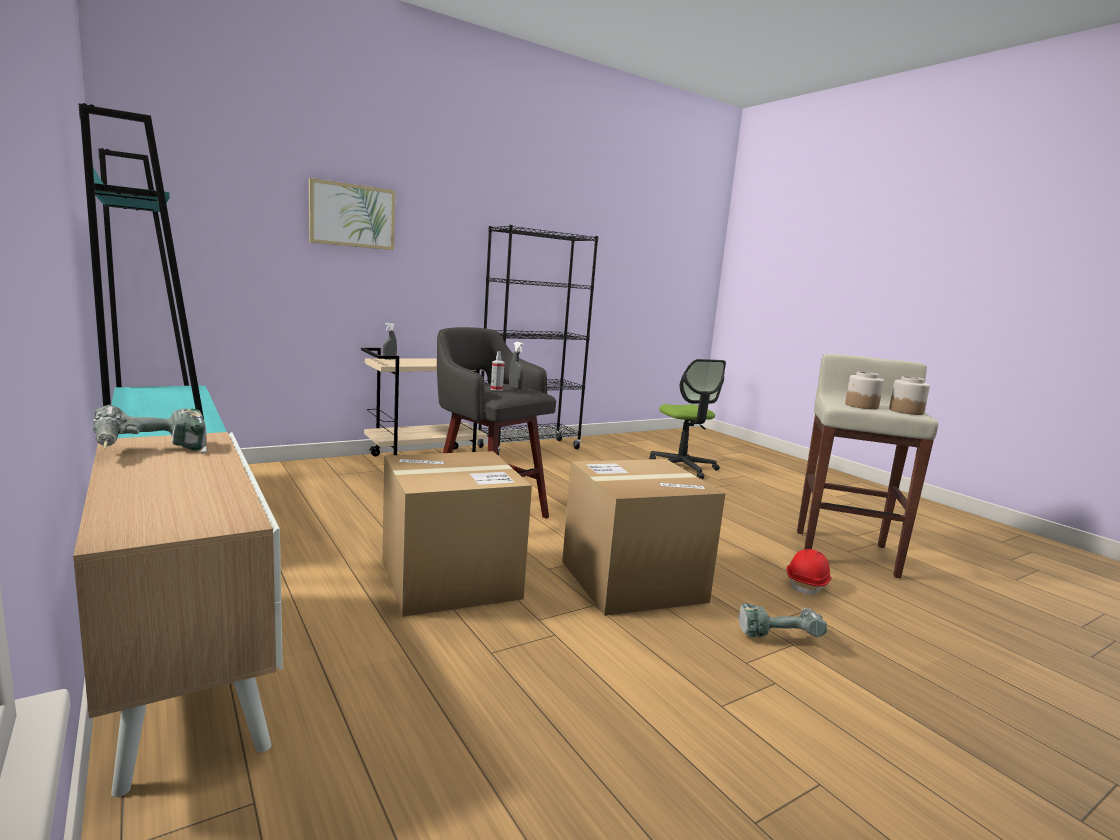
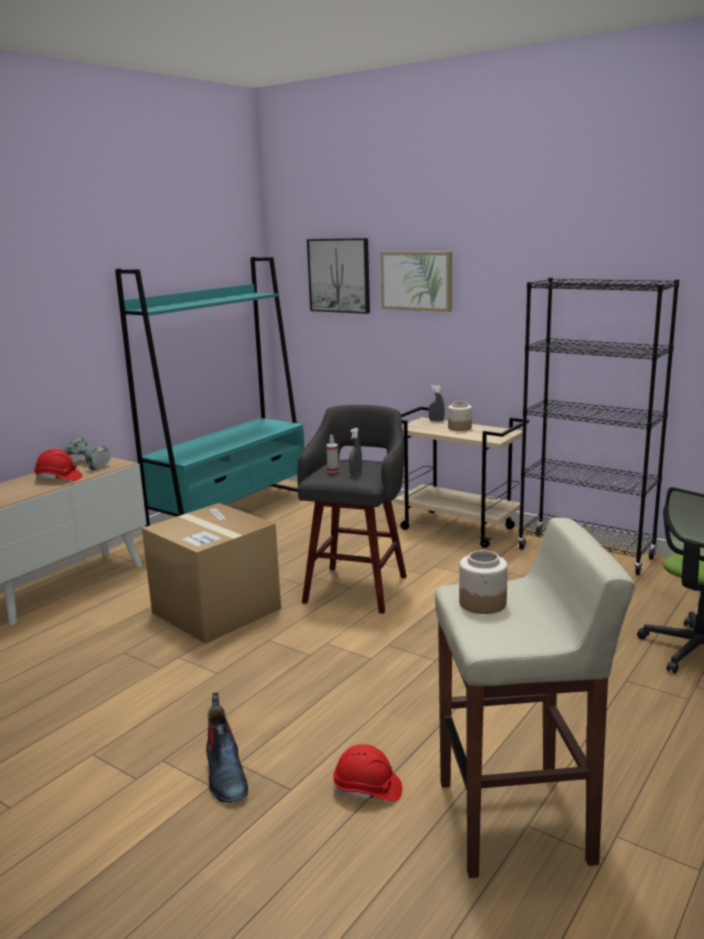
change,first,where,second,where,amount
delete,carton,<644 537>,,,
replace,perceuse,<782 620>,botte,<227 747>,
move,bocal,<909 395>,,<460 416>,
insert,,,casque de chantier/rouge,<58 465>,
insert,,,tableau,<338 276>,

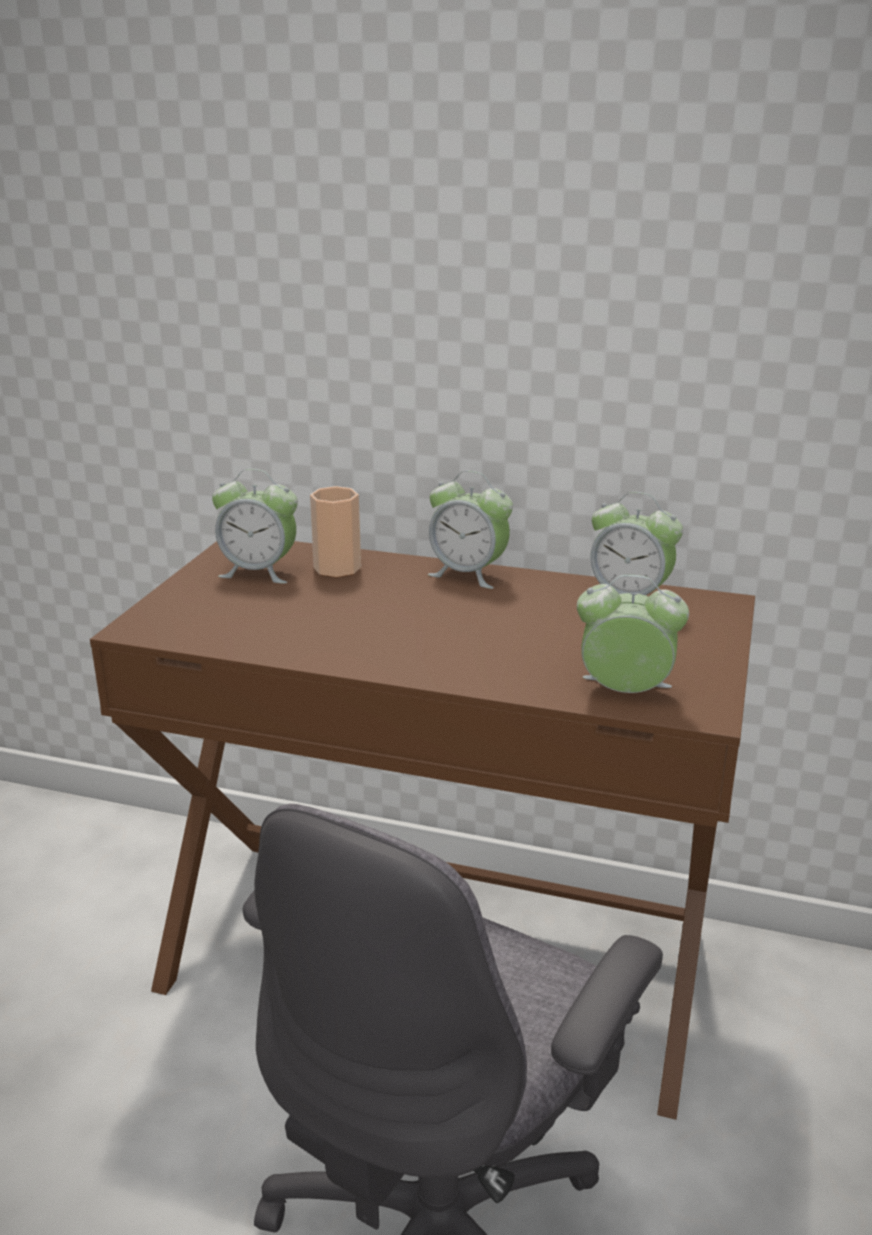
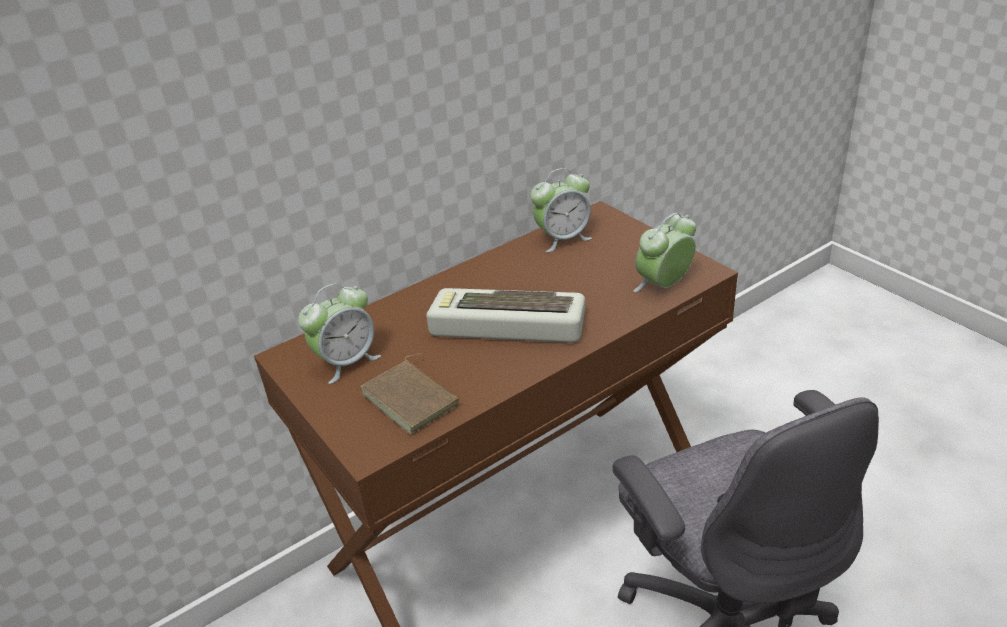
change,first,where,second,where,amount
delete,tasse,<335 531>,,,
delete,réveil,<470 530>,,,
insert,,,livre/marron,<410 394>,
insert,,,clavier,<505 315>,

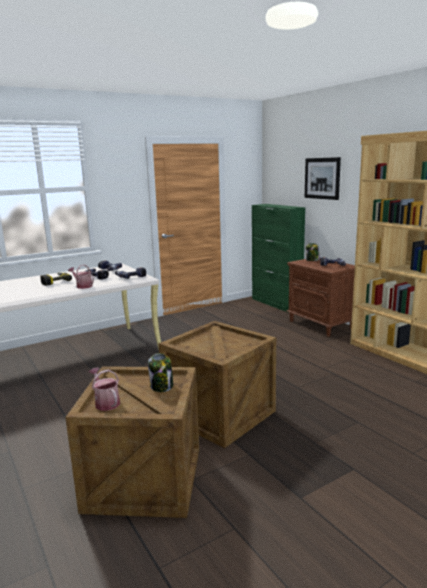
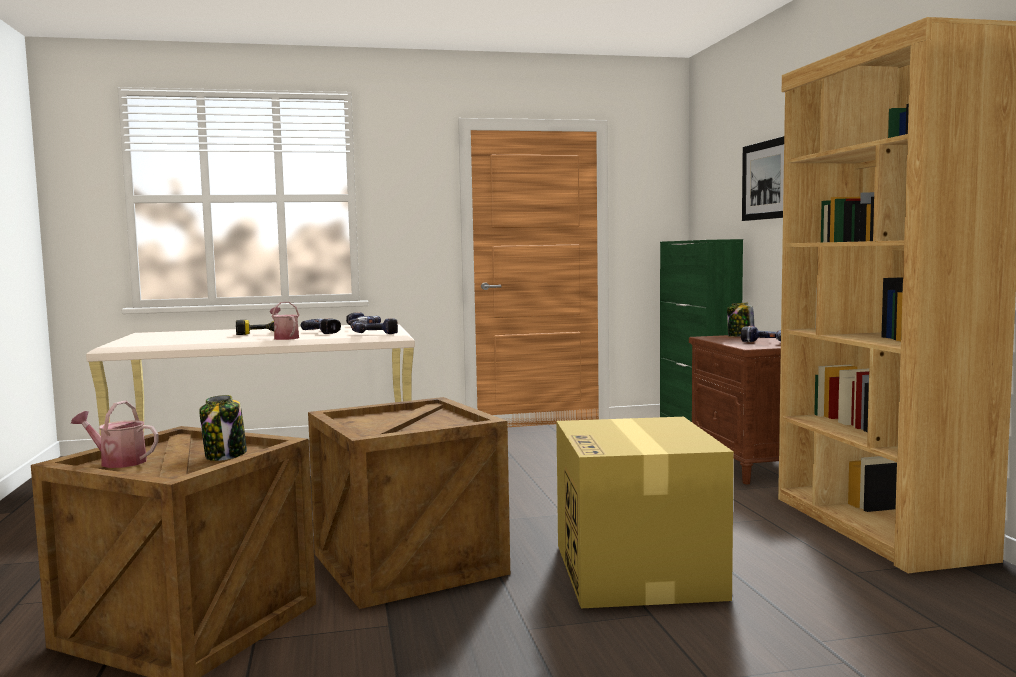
change,first,where,second,where,amount
rotate,arrosoir,<104 389>,,<114 434>,60 degrees counterclockwise
insert,,,carton,<645 512>,

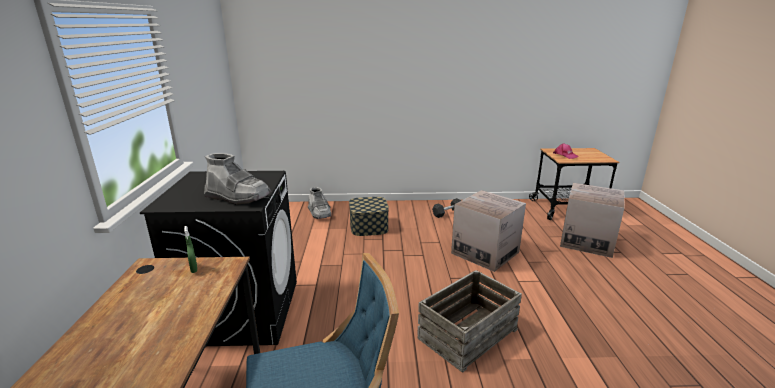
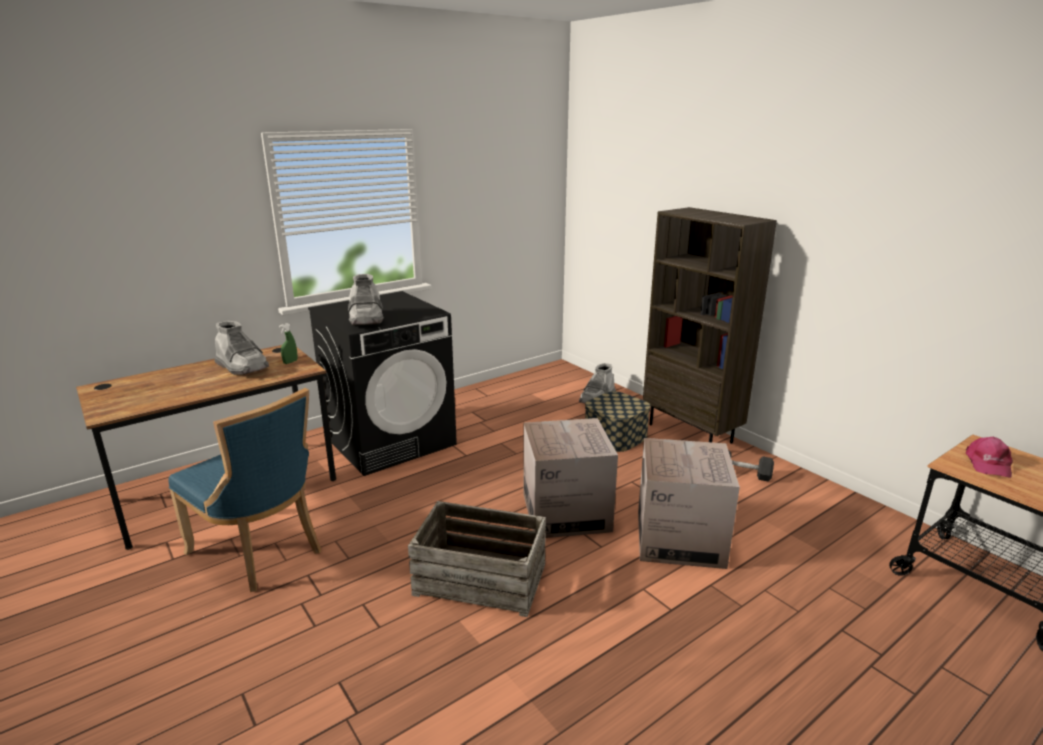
change,first,where,second,where,amount
move,carton,<592 220>,,<571 478>,
insert,,,botte/gris,<241 348>,
insert,,,bibliothèque/marron,<710 325>,

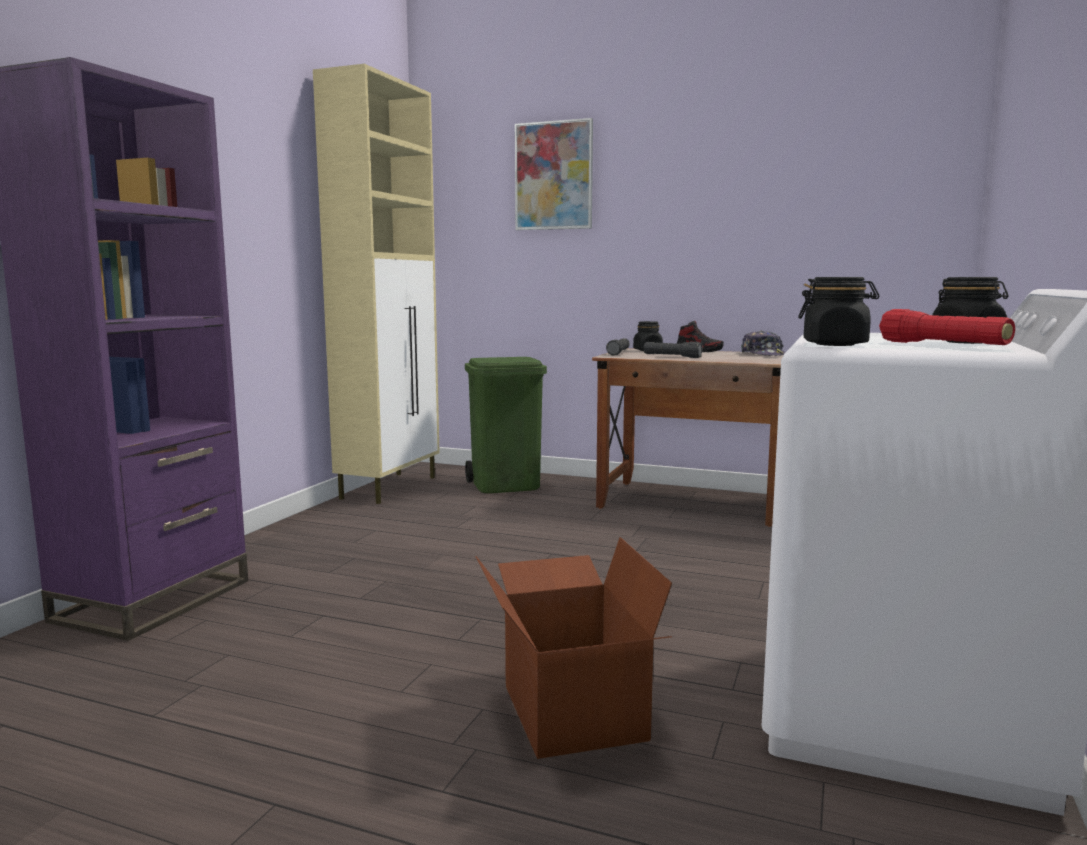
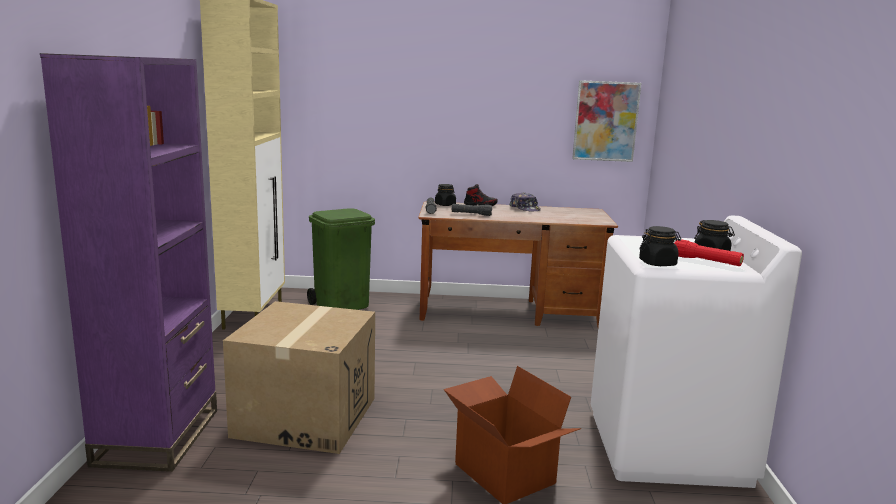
change,first,where,second,where,amount
move,tableau,<554 174>,,<606 121>,
insert,,,carton,<299 377>,

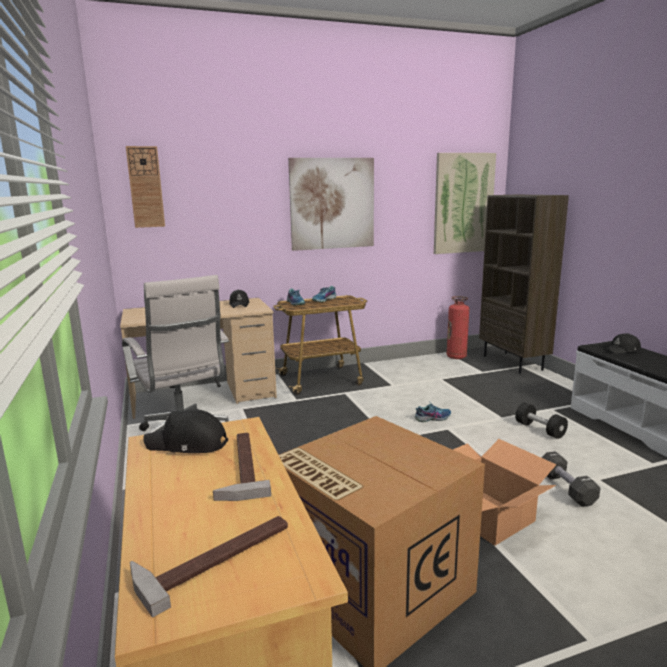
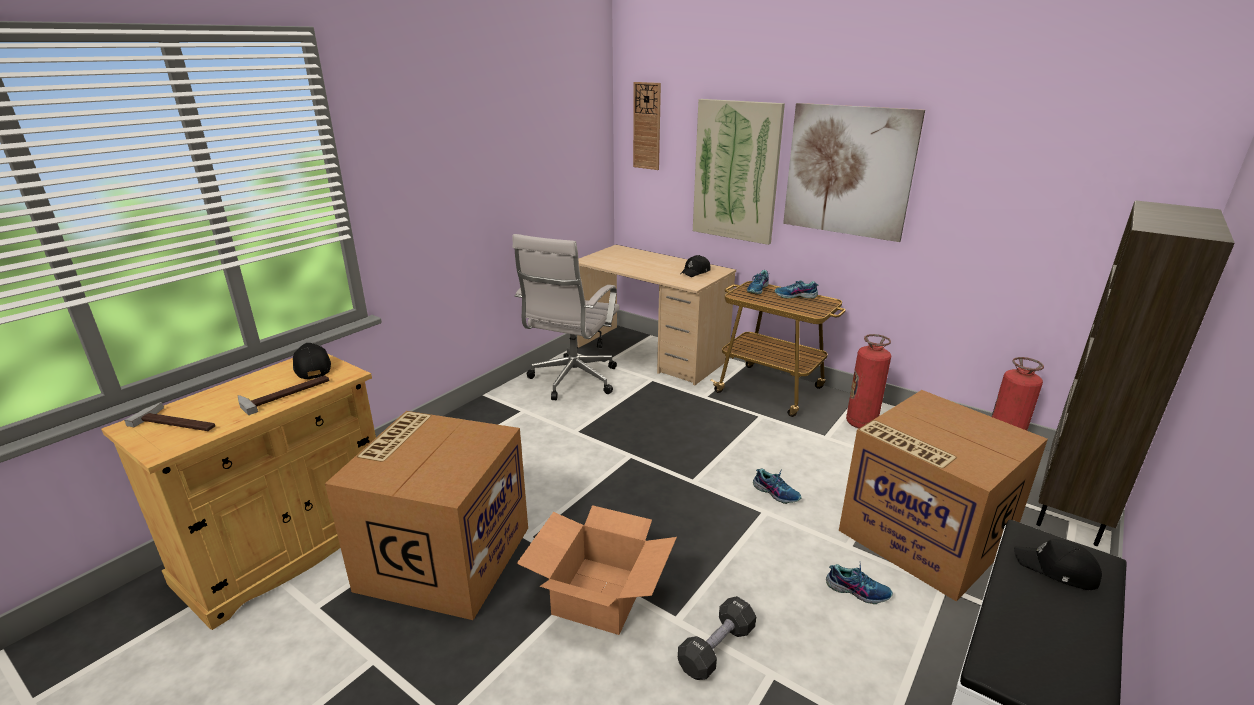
change,first,where,second,where,amount
move,tableau,<465 203>,,<739 172>,
replace,haltère/noir,<541 421>,chaussure,<859 584>,
insert,,,carton,<943 496>,
insert,,,extincteur,<868 381>,

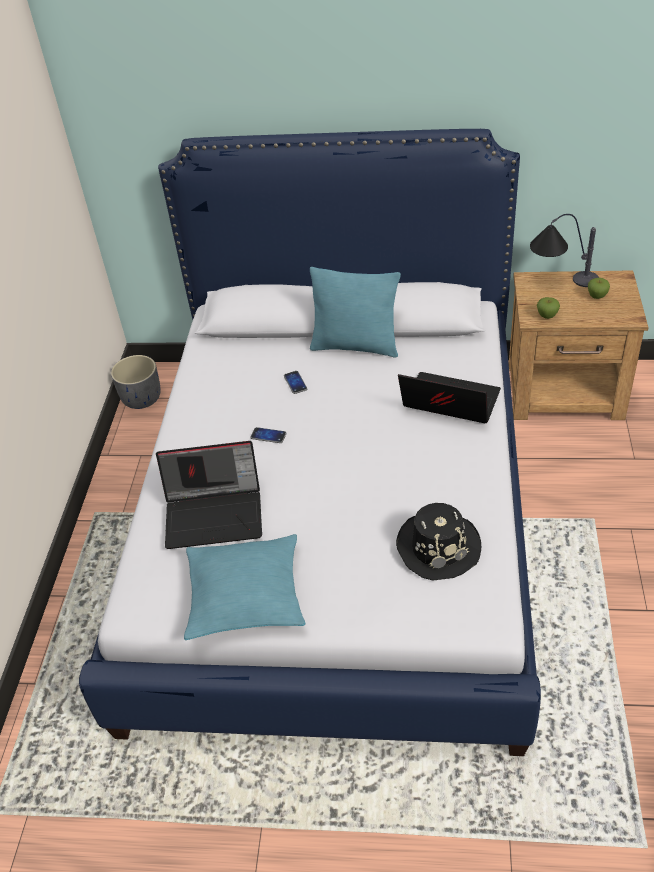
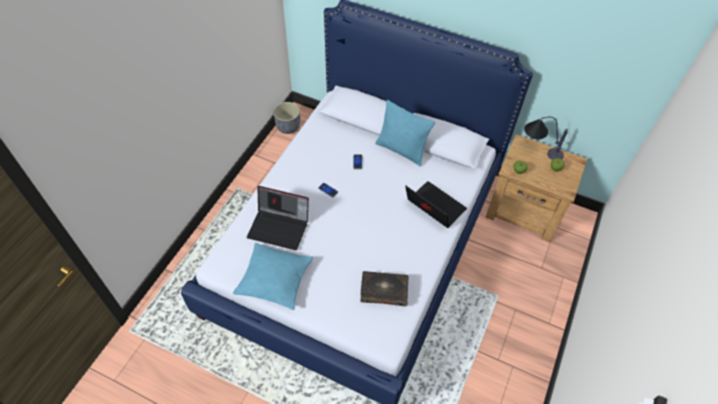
change,first,where,second,where,amount
replace,chapeau/noir,<438 541>,livre,<384 288>,

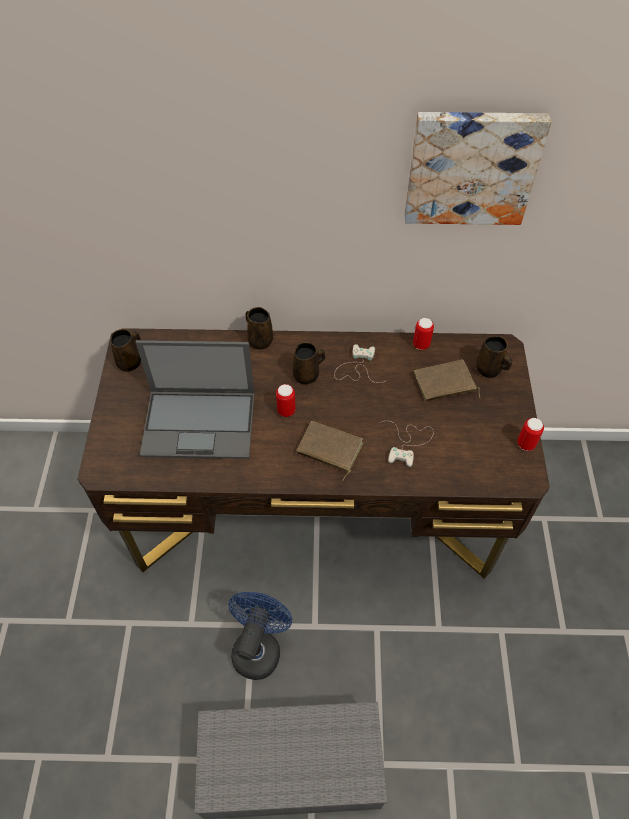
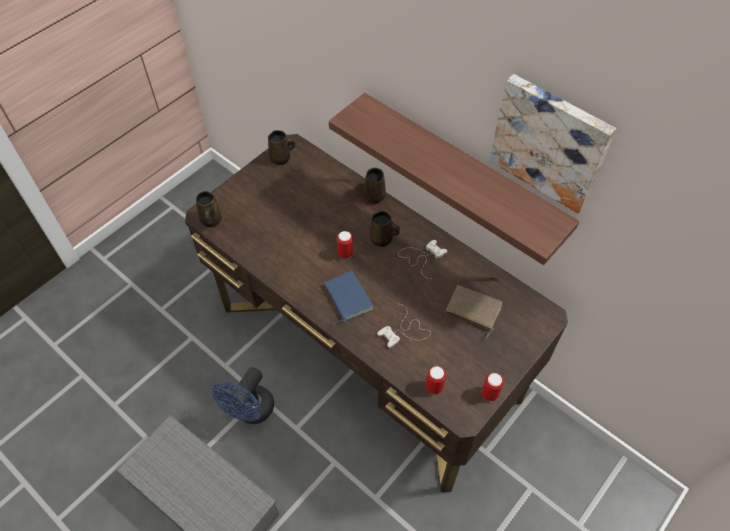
change,first,where,second,where,amount
delete,ordinateur portable,<195 399>,,,
rotate,ventilateur/bleu,<260 636>,,<243 395>,150 degrees clockwise
recolor,livre/marron,<330 451>,livre/bleu,<349 297>,
move,boîte métallique,<423 334>,,<436 380>,
move,mug/marron,<494 357>,,<209 209>,
insert,,,étagère,<454 179>,

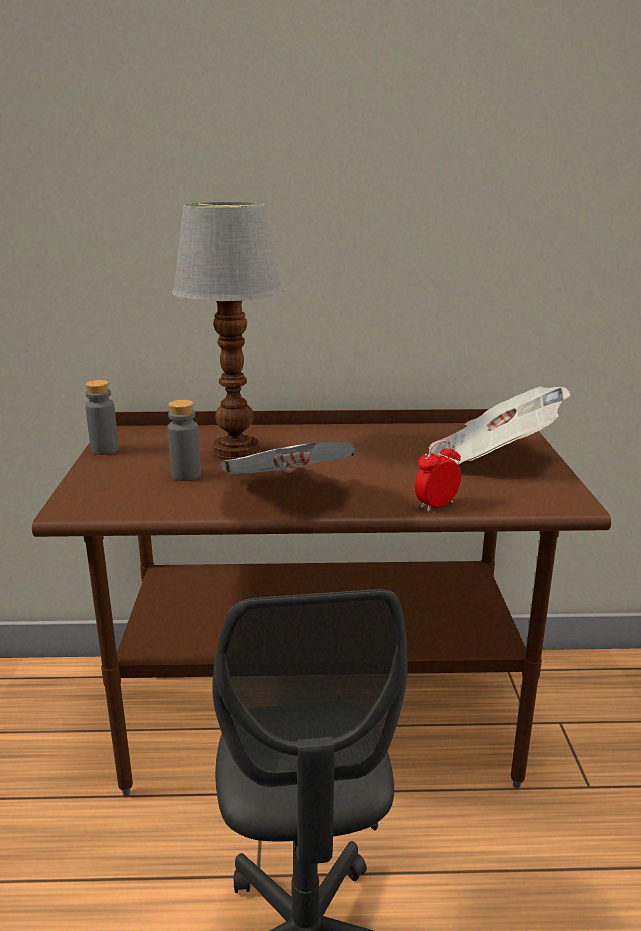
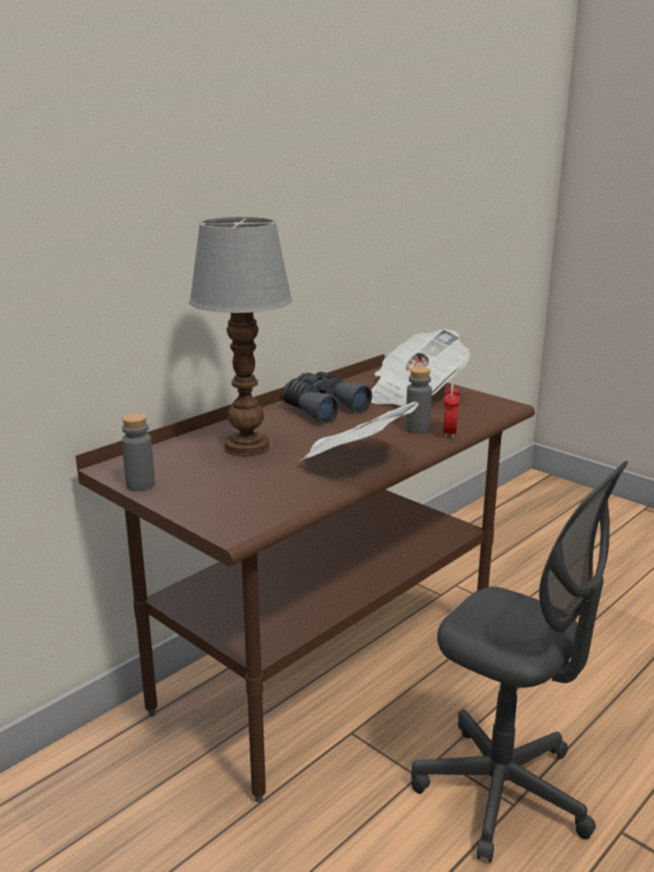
change,first,where,second,where,amount
move,bouteille/gris,<184 440>,,<419 400>,
insert,,,jumelles/gris,<327 398>,

